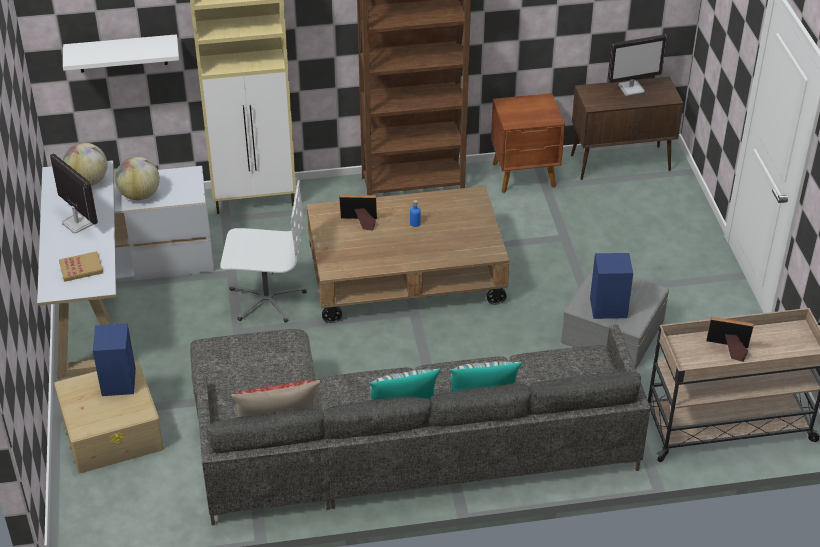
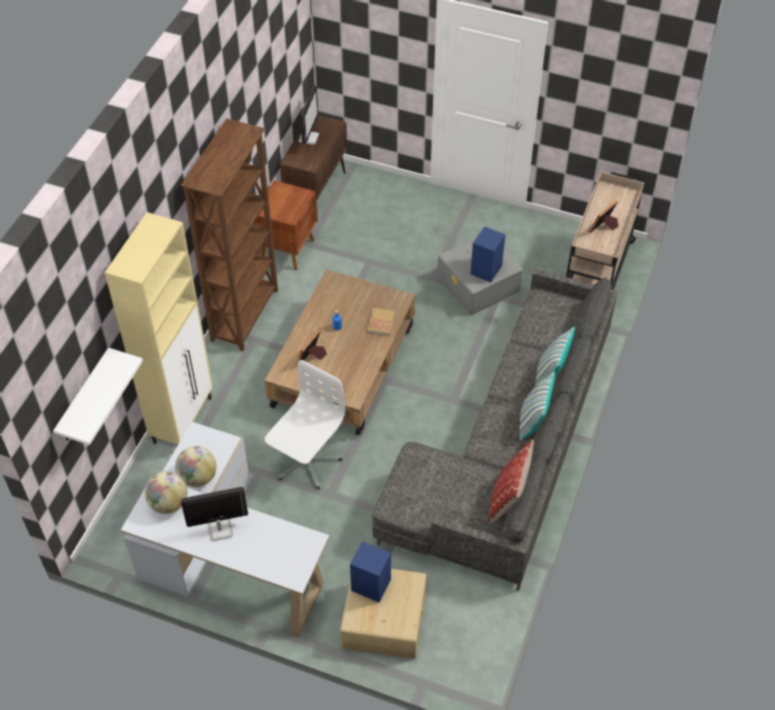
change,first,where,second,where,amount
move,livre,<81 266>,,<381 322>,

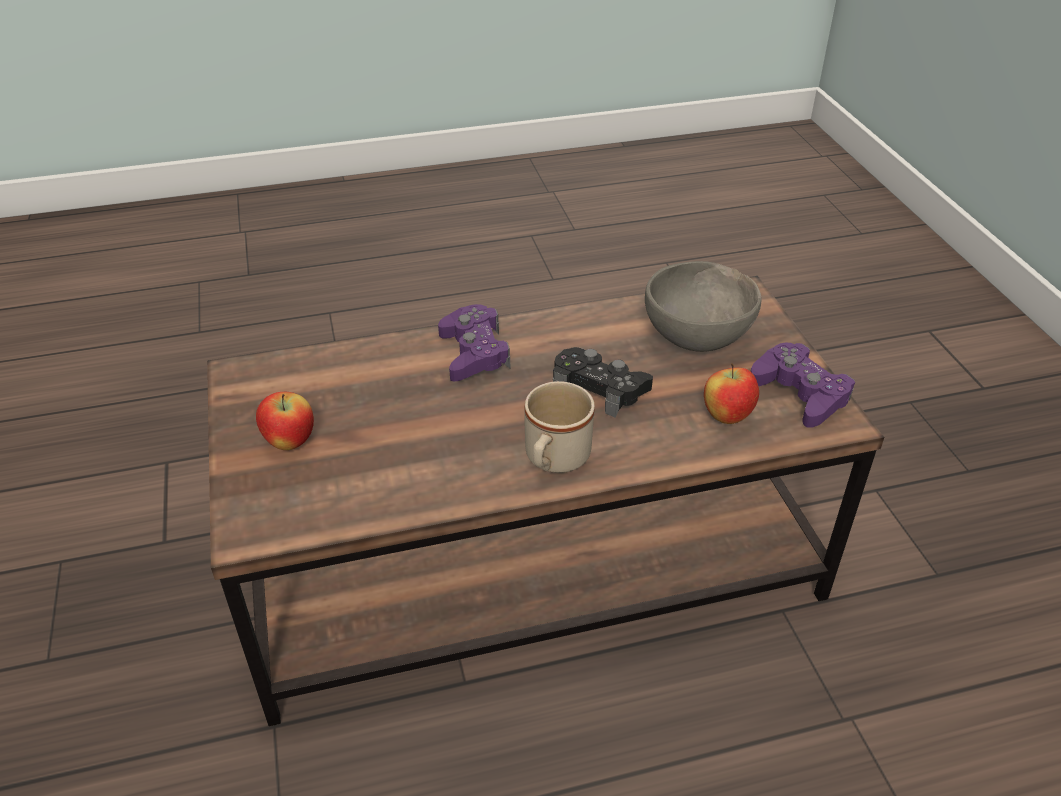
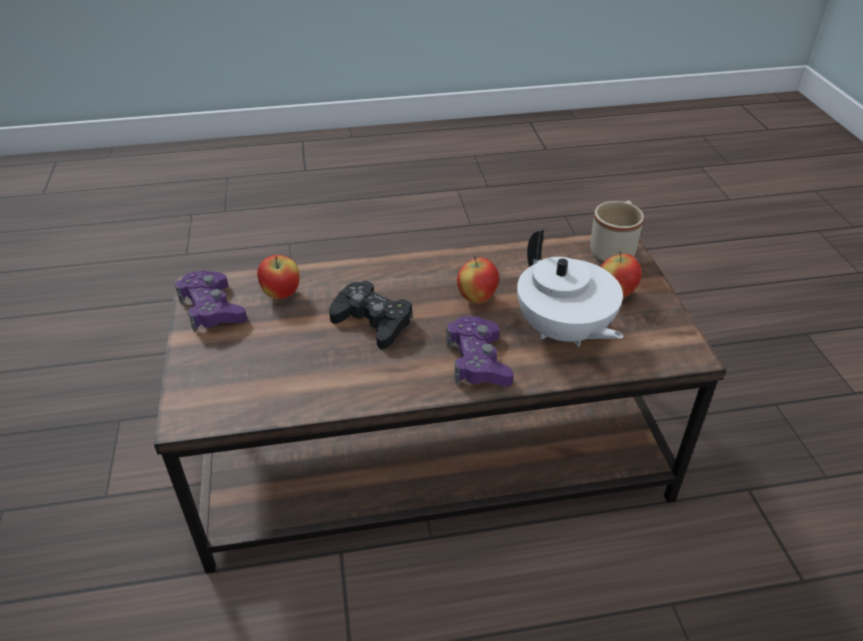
change,first,where,second,where,amount
move,mug/beige,<559 427>,,<617 231>,
delete,bol/gris,<703 306>,,,
insert,,,pomme,<478 280>,
insert,,,théière/blanc,<570 288>,

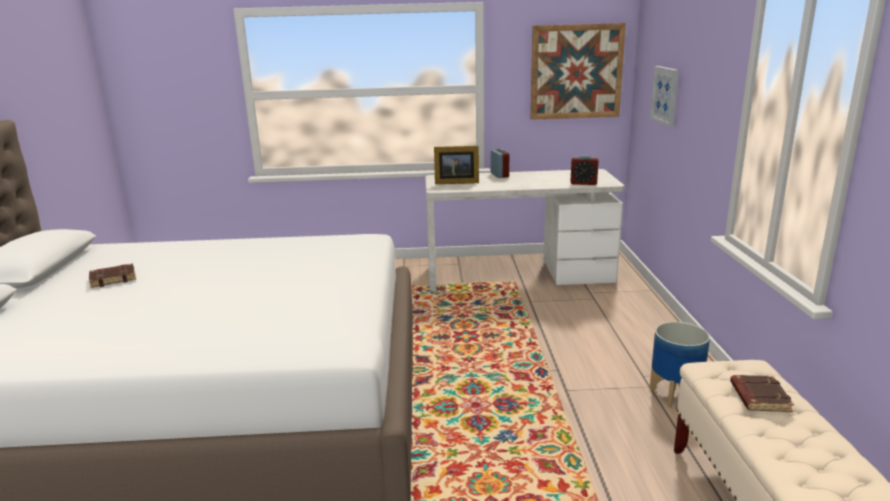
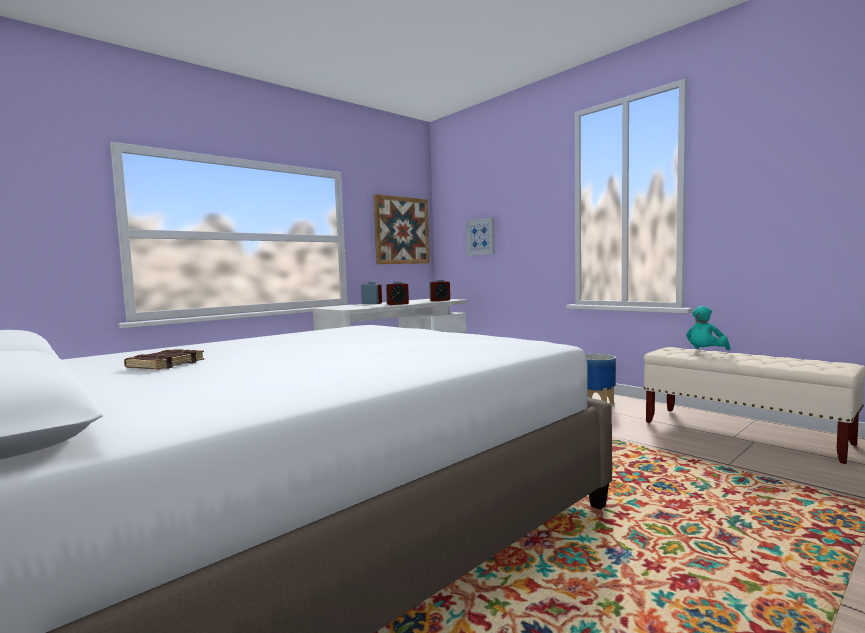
change,first,where,second,where,amount
delete,cadre photo,<456 165>,,,
replace,livre/marron,<762 393>,peluche/turquoise,<708 328>,
insert,,,réveil,<397 293>,

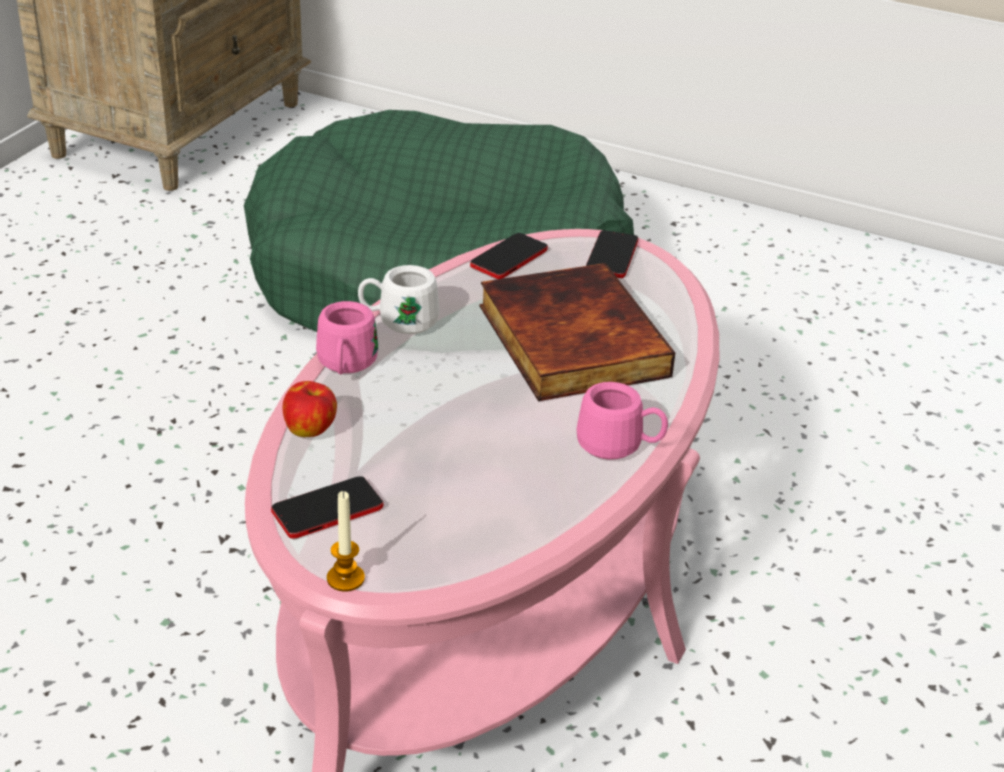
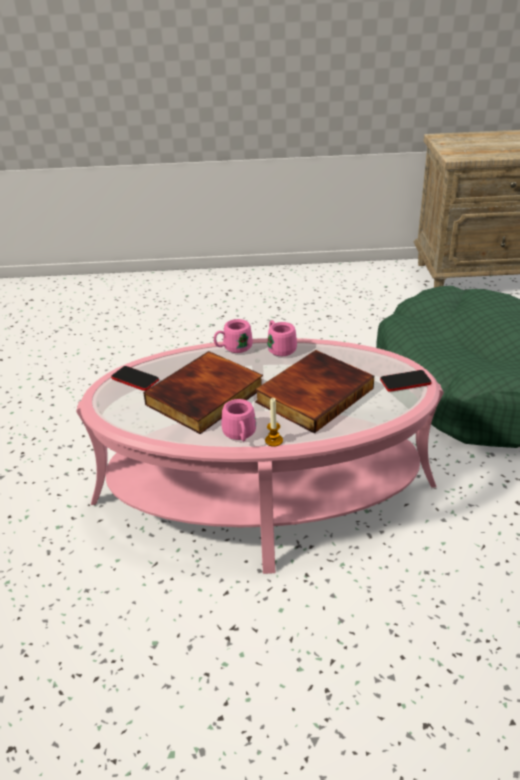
change,first,where,second,where,amount
delete,pomme,<310 409>,,,
move,bougie,<346 541>,,<274 422>,
recolor,mug/blanc,<399 299>,mug/rose,<282 338>,
delete,téléphone,<509 256>,,,
insert,,,livre,<203 392>,

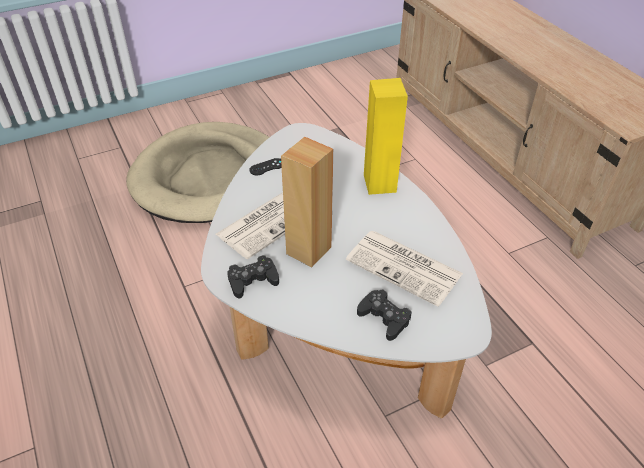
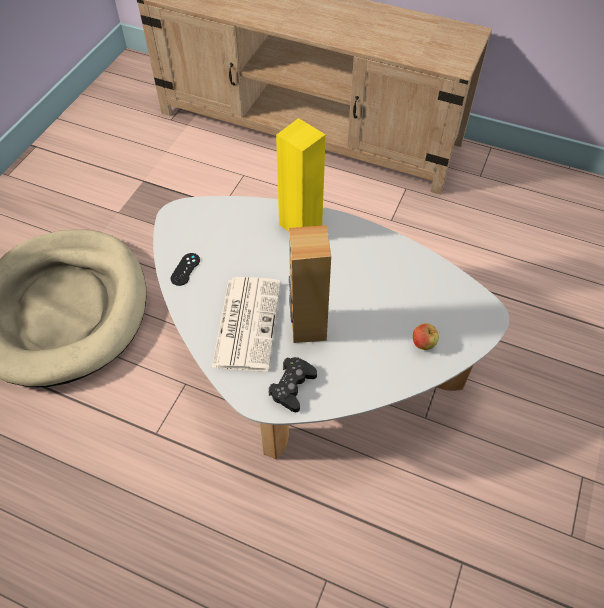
change,first,where,second,where,amount
delete,journal,<404 269>,,,
replace,manette/noir,<384 315>,pomme,<426 336>,

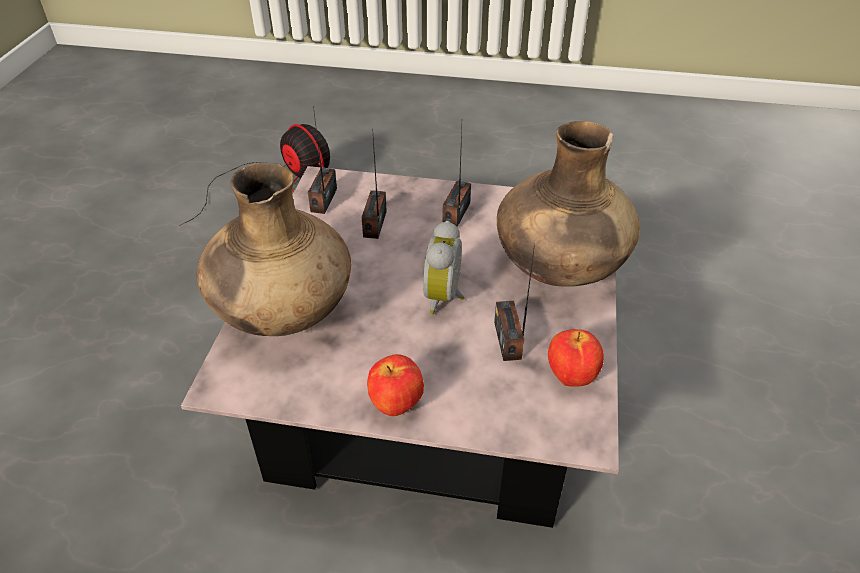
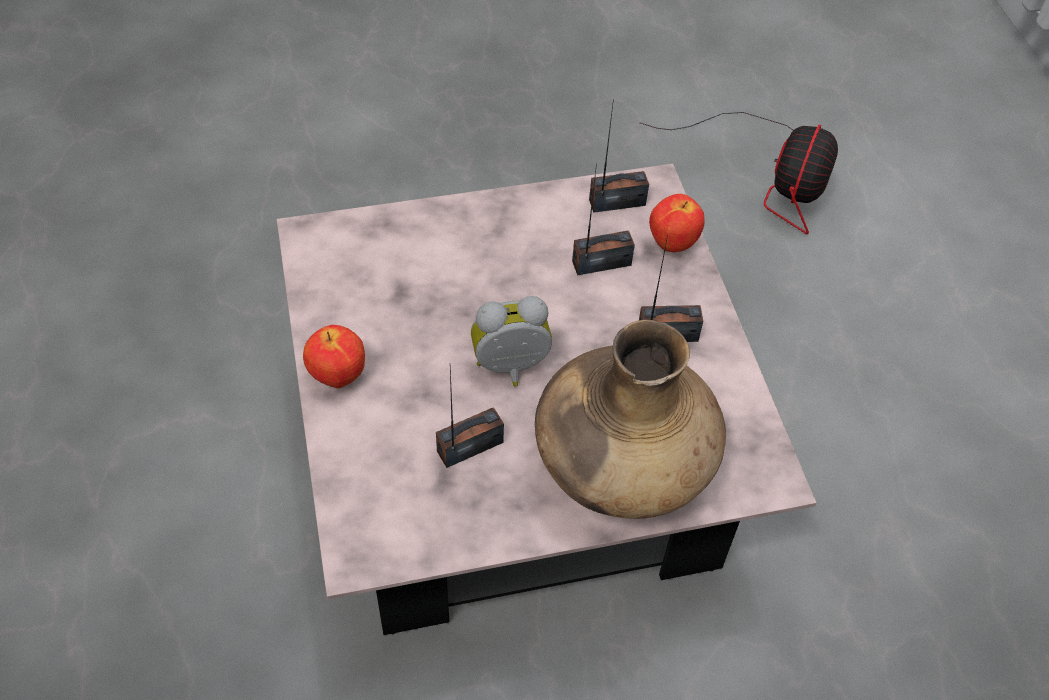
change,first,where,second,where,amount
delete,vase/marron,<274 249>,,,
move,pomme,<576 358>,,<677 223>,

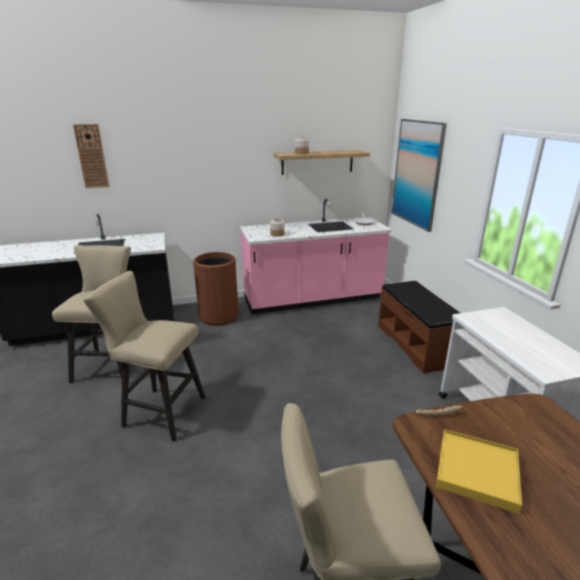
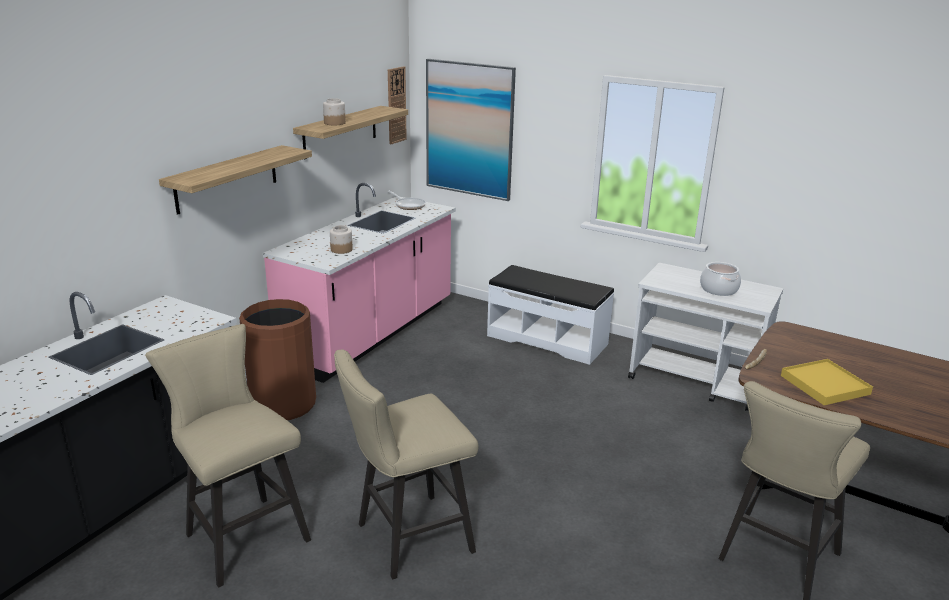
change,first,where,second,where,amount
move,horloge murale,<91 156>,,<397 105>,
recolor,banc/marron,<419 327>,banc/blanc,<550 315>,
insert,,,étagère,<235 180>,
insert,,,marmite,<720 279>,

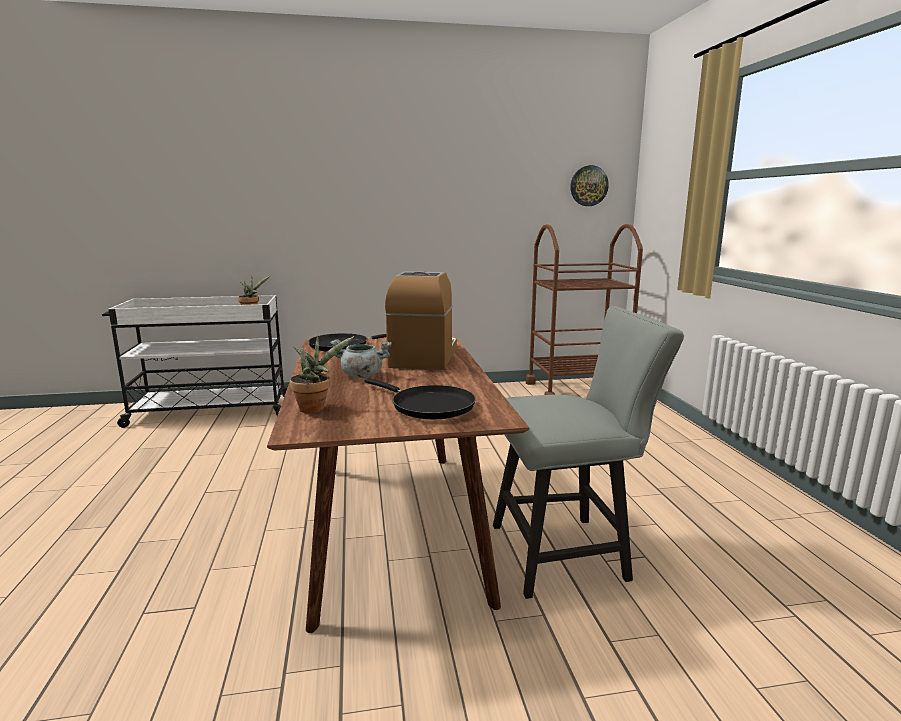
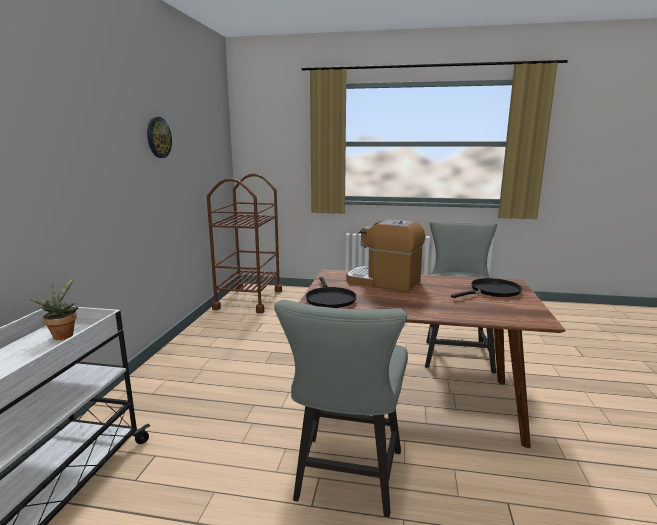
change,first,where,second,where,amount
delete,plante en pot,<322 374>,,,
delete,marmite/gris,<361 359>,,,
move,horloge murale,<589 185>,,<159 137>,
insert,,,chaise/gris,<341 408>,

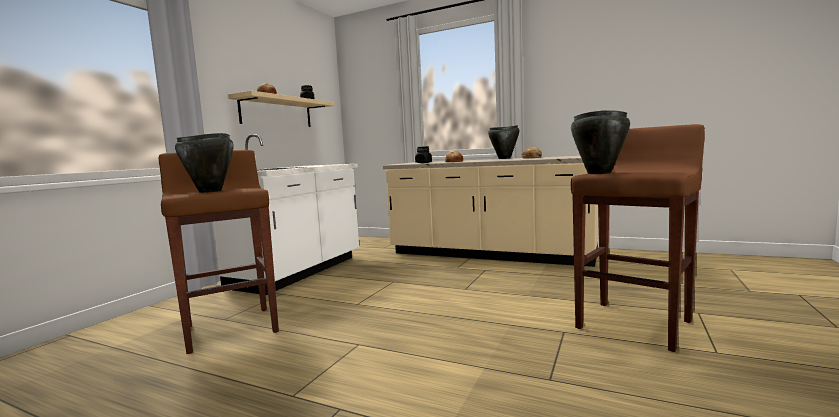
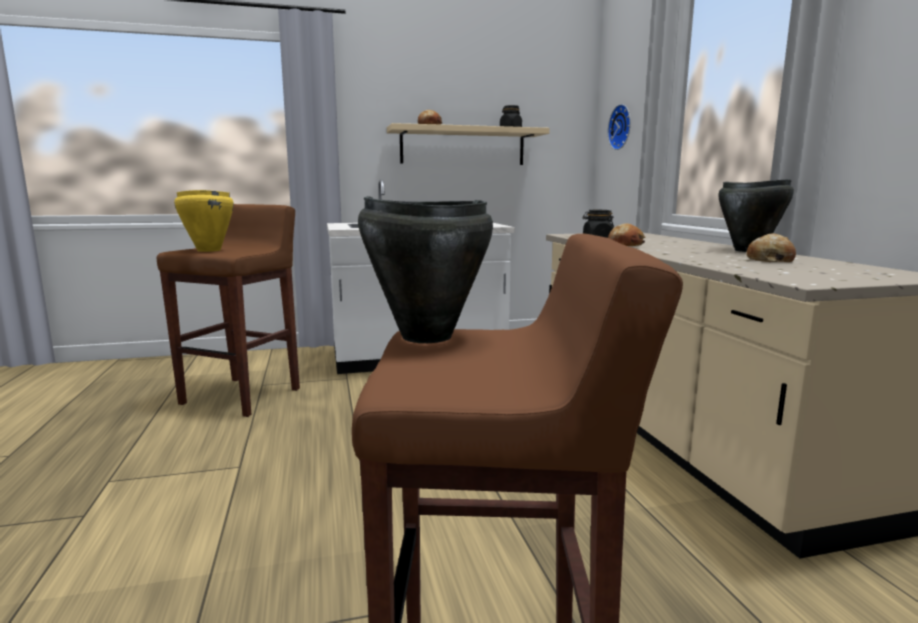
change,first,where,second,where,amount
recolor,marmite/noir,<204 163>,marmite/jaune,<204 221>,
insert,,,horloge murale,<619 127>,

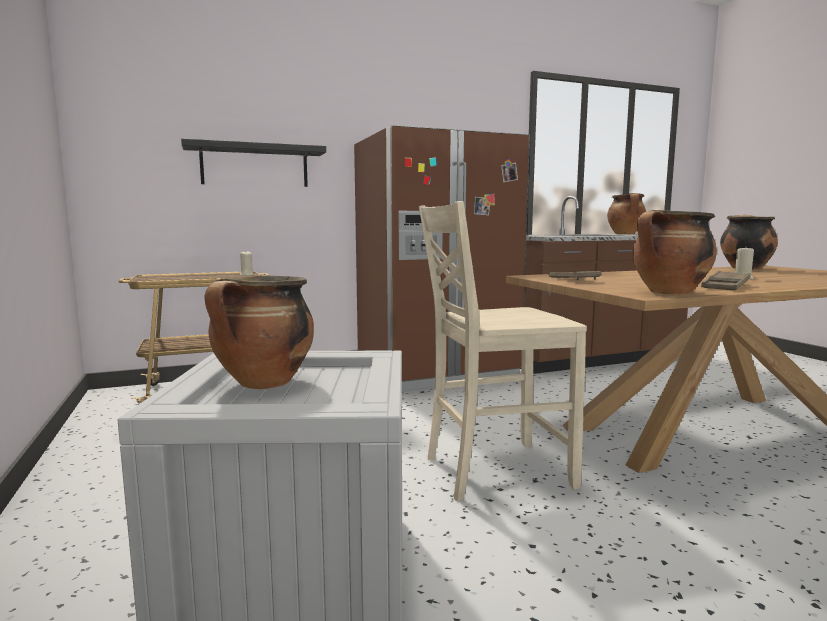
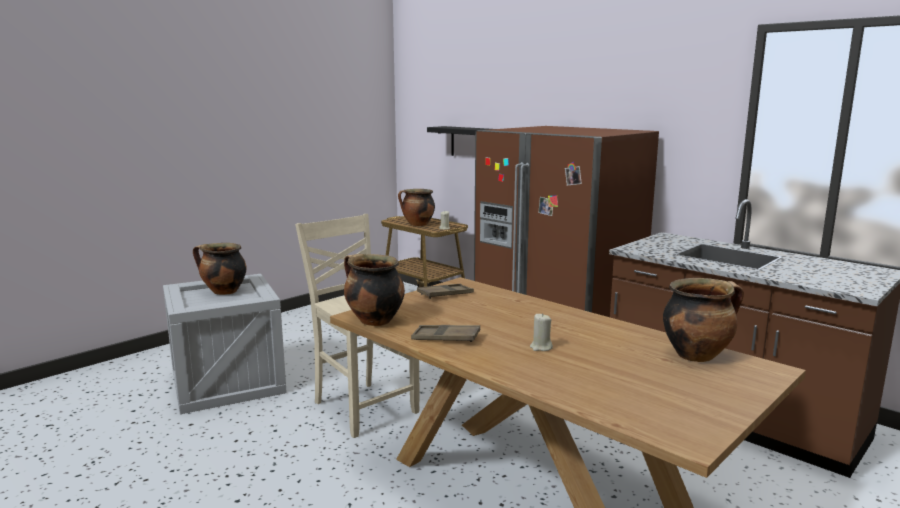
change,first,where,second,where,amount
move,marmite,<626 213>,,<416 207>,

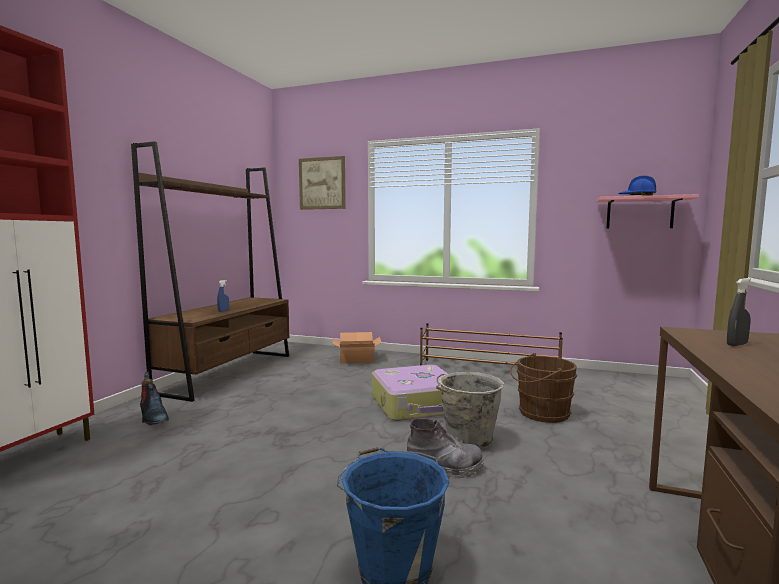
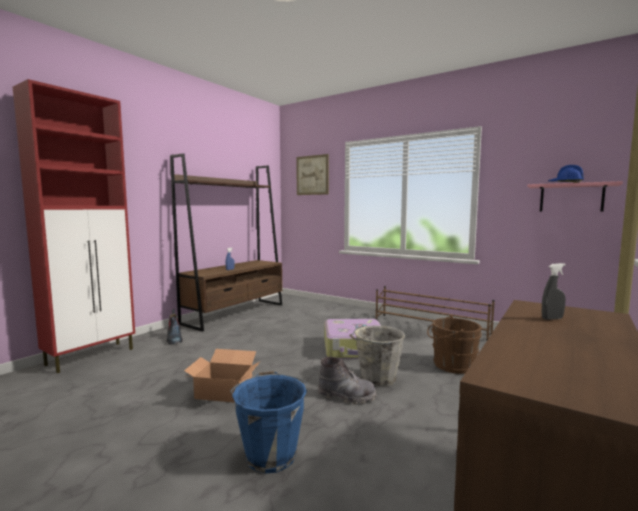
change,first,where,second,where,amount
move,carton,<357 348>,,<222 376>,

